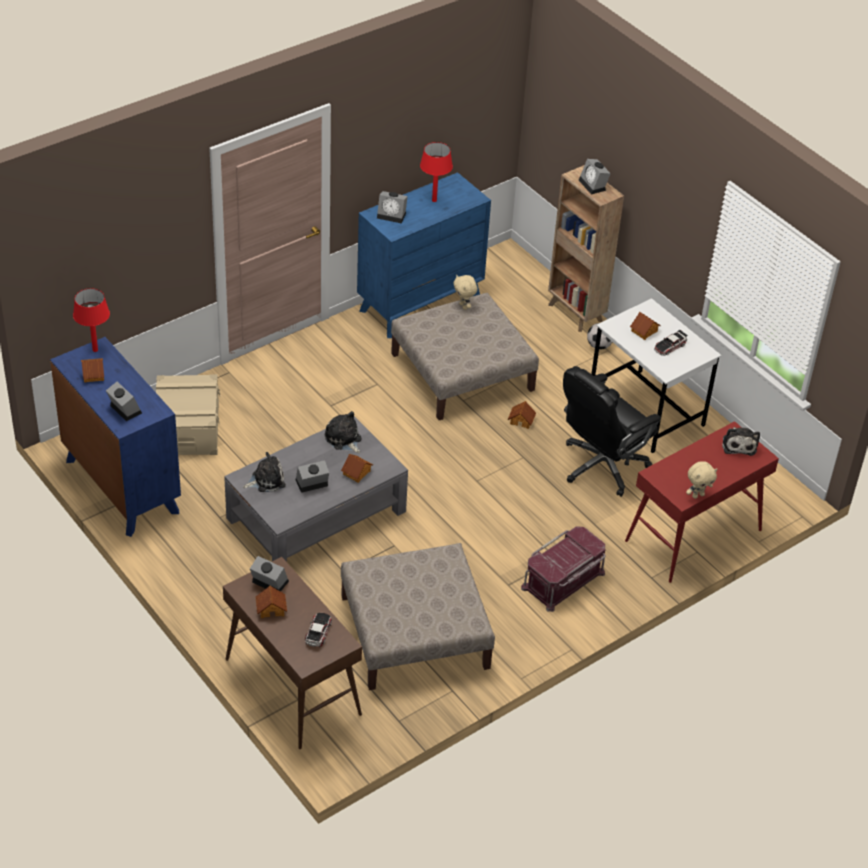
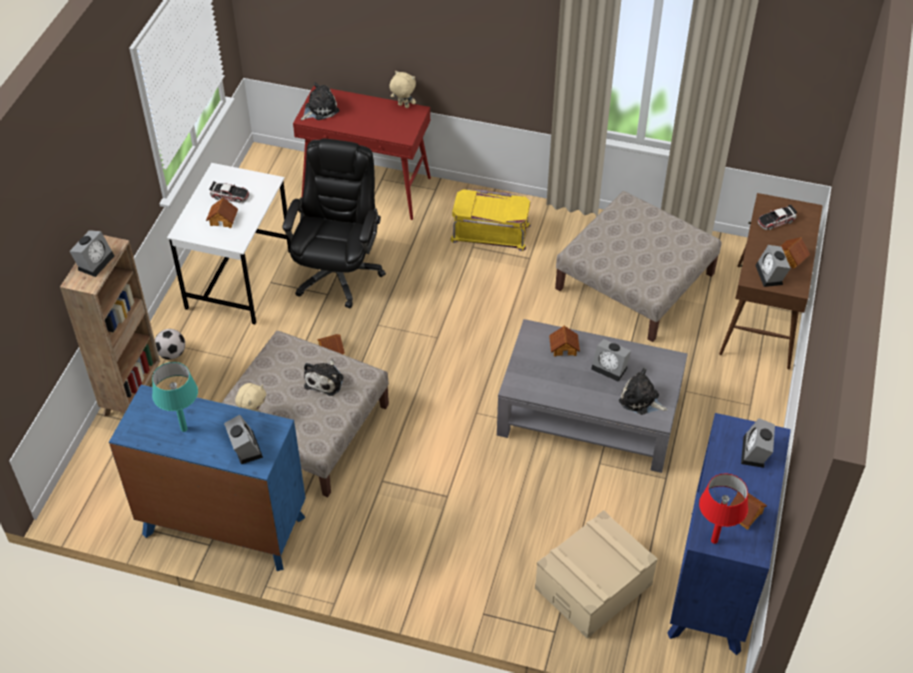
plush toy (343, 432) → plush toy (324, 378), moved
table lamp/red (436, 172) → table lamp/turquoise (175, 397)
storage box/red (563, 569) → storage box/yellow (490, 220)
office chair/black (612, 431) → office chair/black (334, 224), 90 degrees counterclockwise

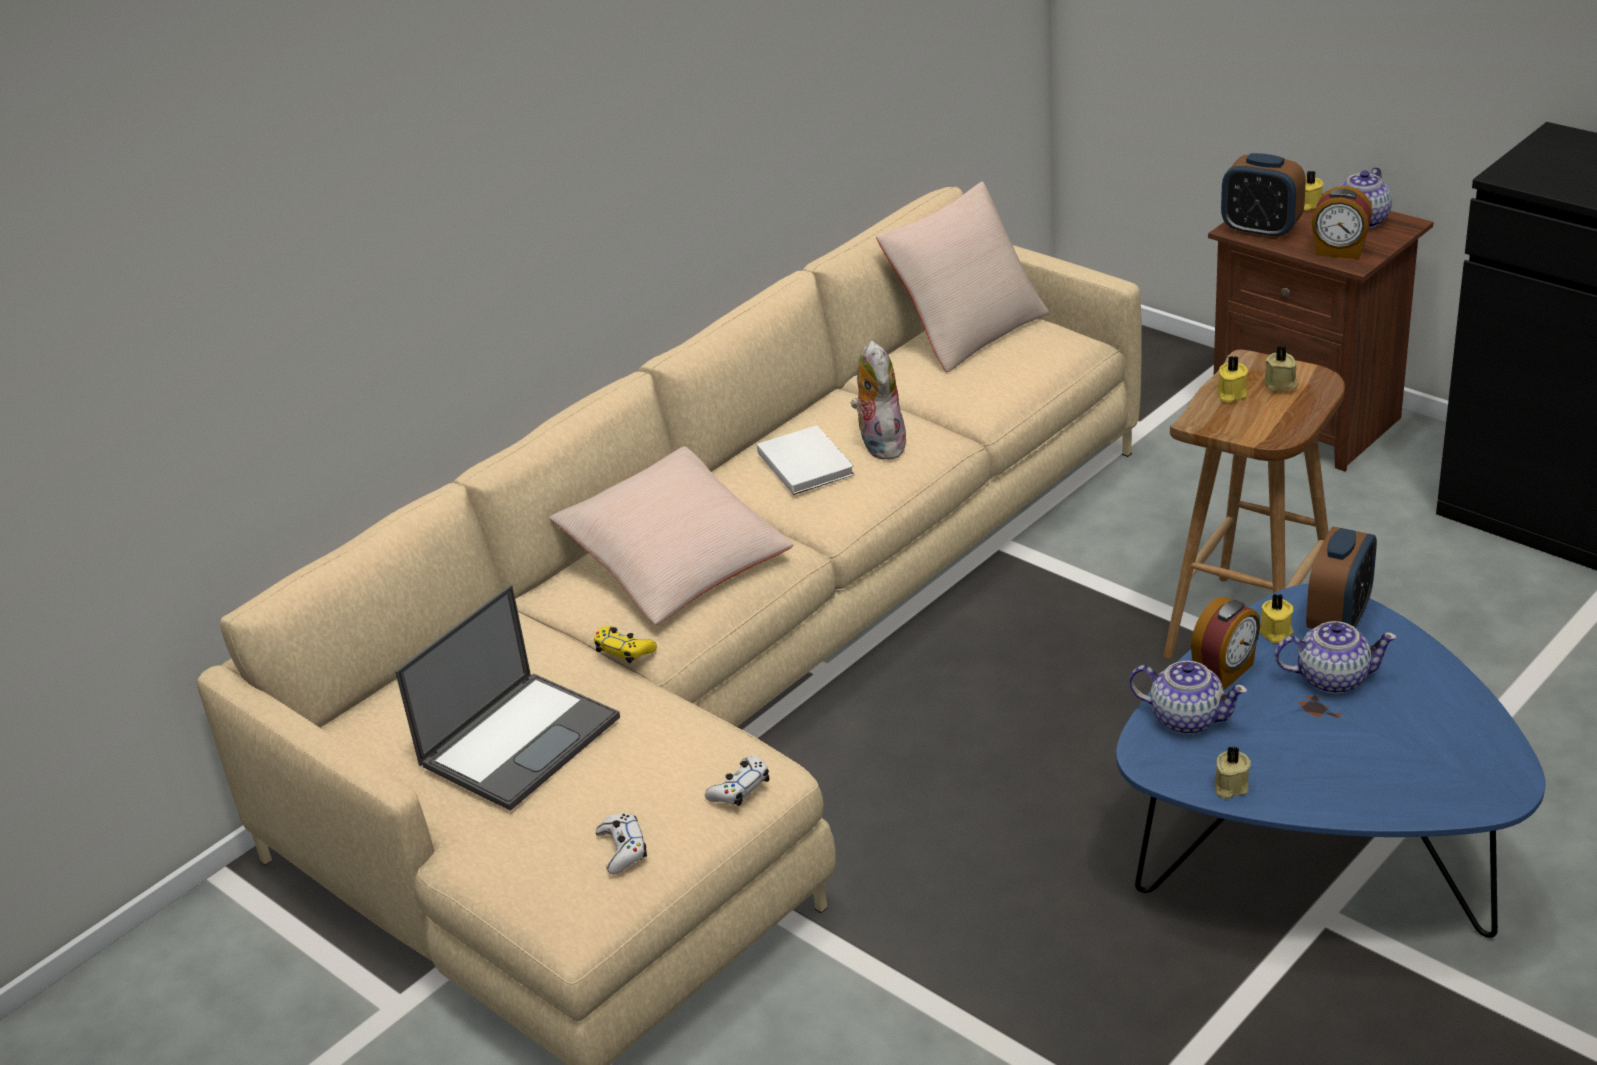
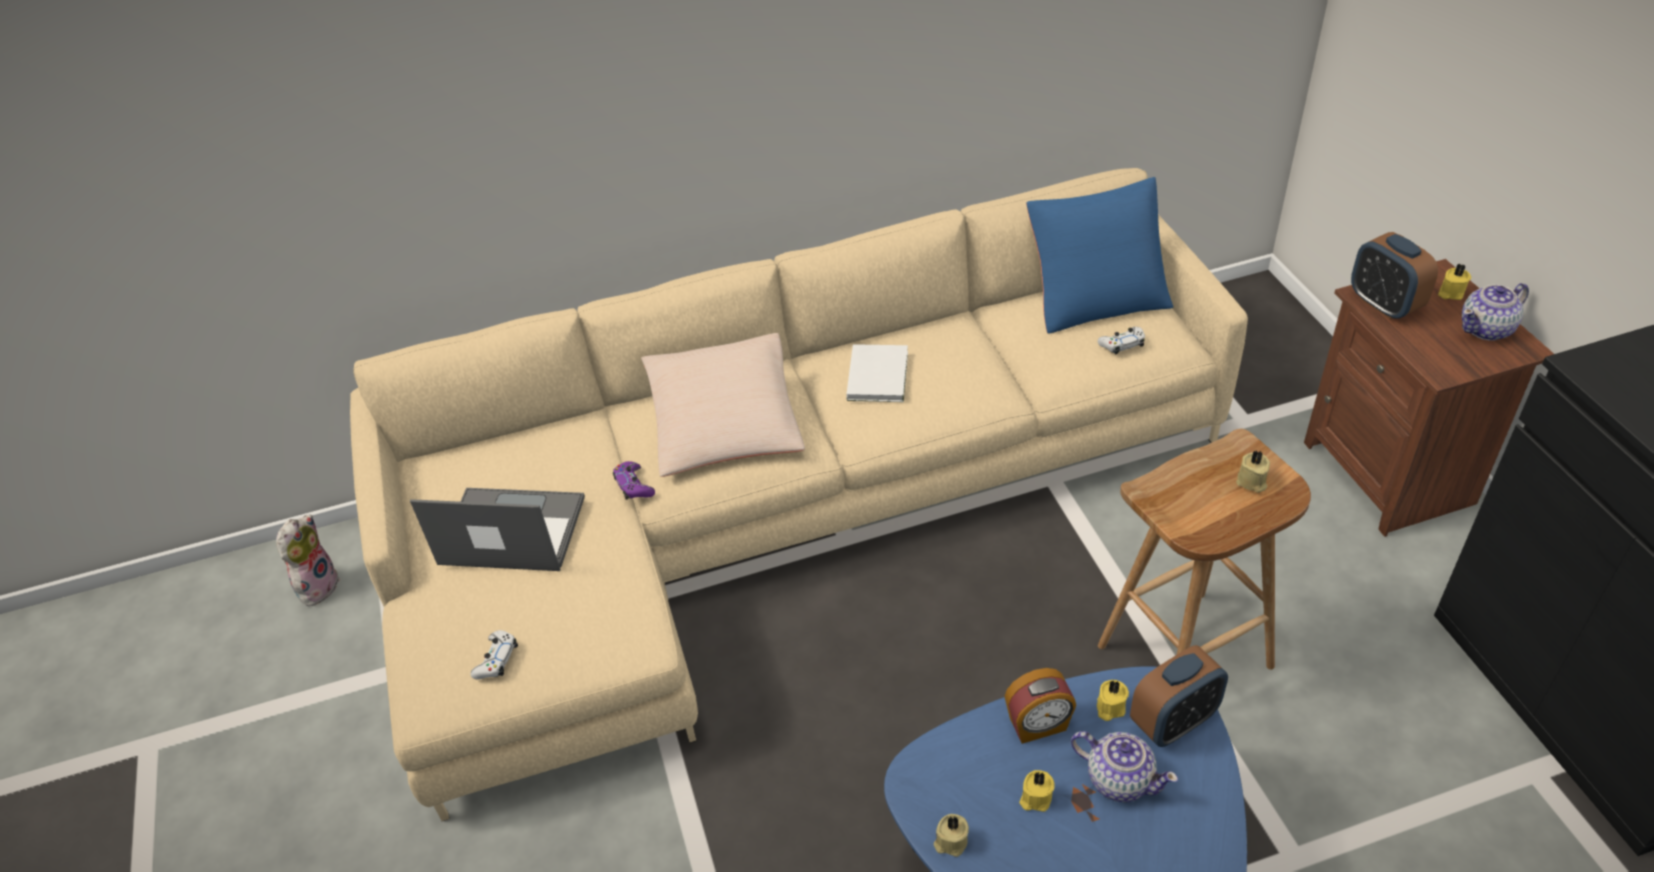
teapot (1188, 697) → -
alarm clock (1342, 222) → -
game controller/white (737, 781) → game controller/white (1121, 341), moved
plush toy (878, 400) → plush toy (308, 560), moved
candle/yellow (1232, 379) → candle/yellow (1037, 791), moved
game controller/yellow (625, 644) → game controller/purple (634, 480)
pillow/beige (962, 276) → pillow/blue (1099, 255)
laptop (507, 698) → laptop (497, 529), 150 degrees counterclockwise

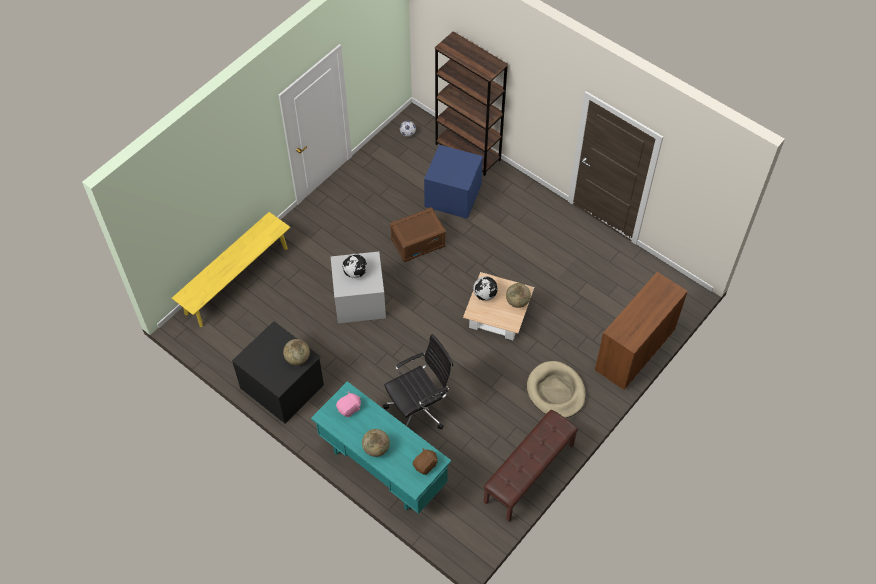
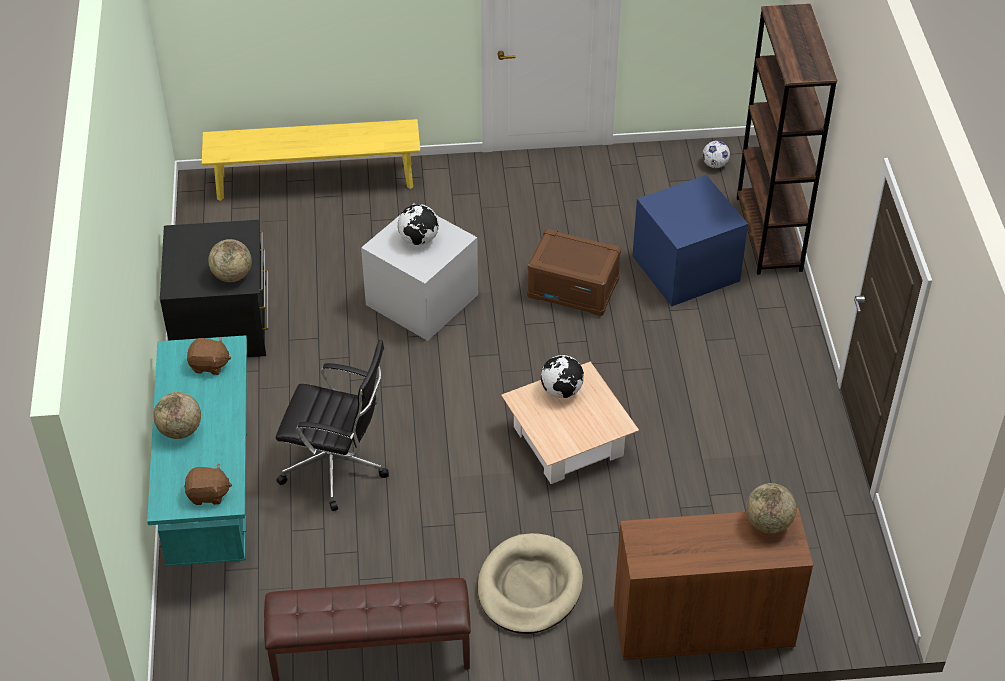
globe (518, 295) → globe (771, 508), moved
plush toy/pink (348, 404) → plush toy/brown (209, 356)

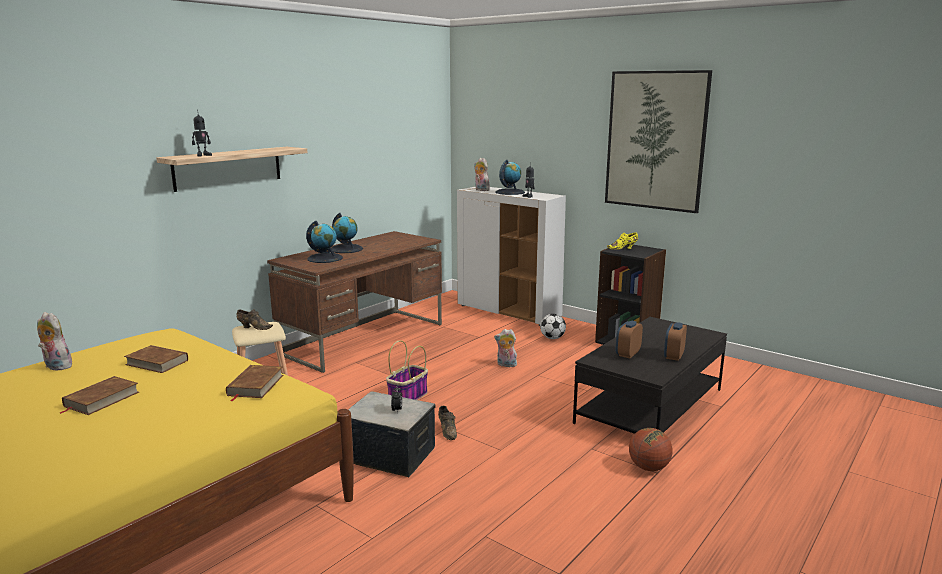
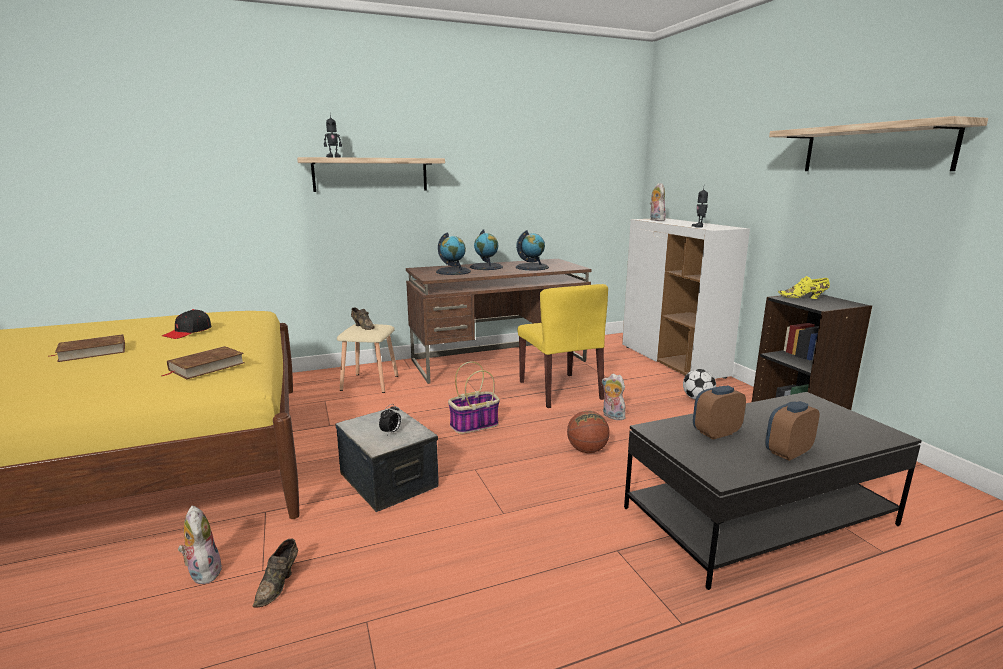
- → chair/yellow (563, 346)
plush toy (54, 341) → plush toy (200, 544), moved
shoe/brown (447, 423) → shoe/brown (275, 573), moved
globe (510, 177) → globe (532, 250), moved
basketball (651, 449) → basketball (588, 432), moved
book/brown (156, 359) → cap/black (187, 324)
picture (658, 141) → shelf (878, 143)

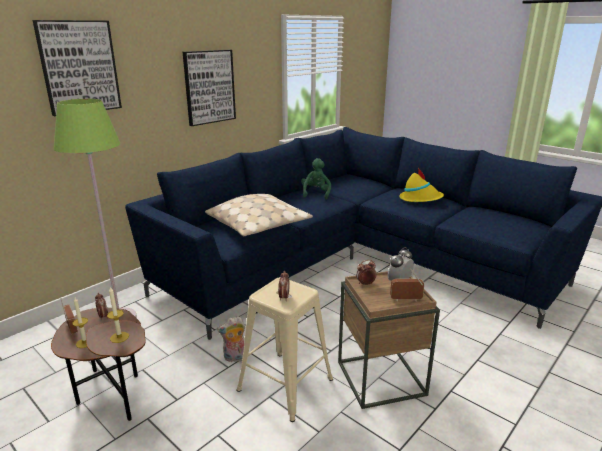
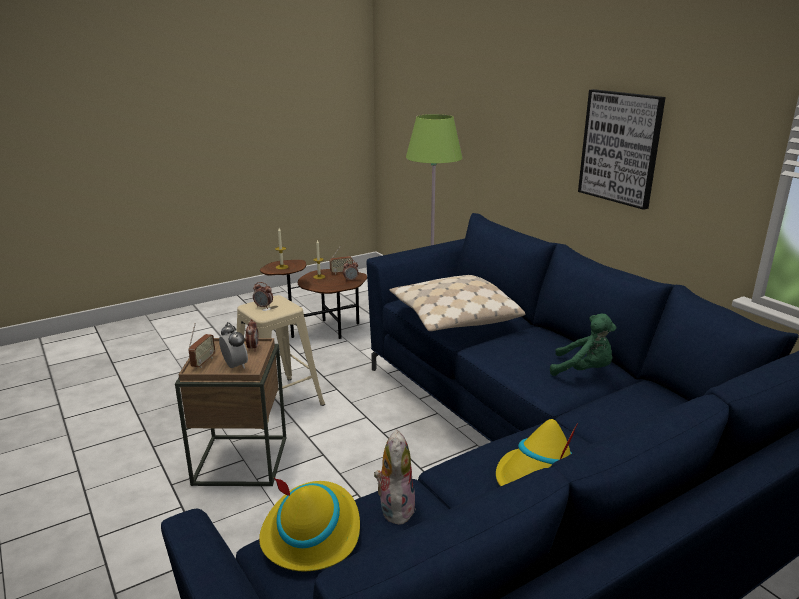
picture (77, 68) → -
- → hat/yellow (309, 524)
plush toy (233, 339) → plush toy (395, 477), moved

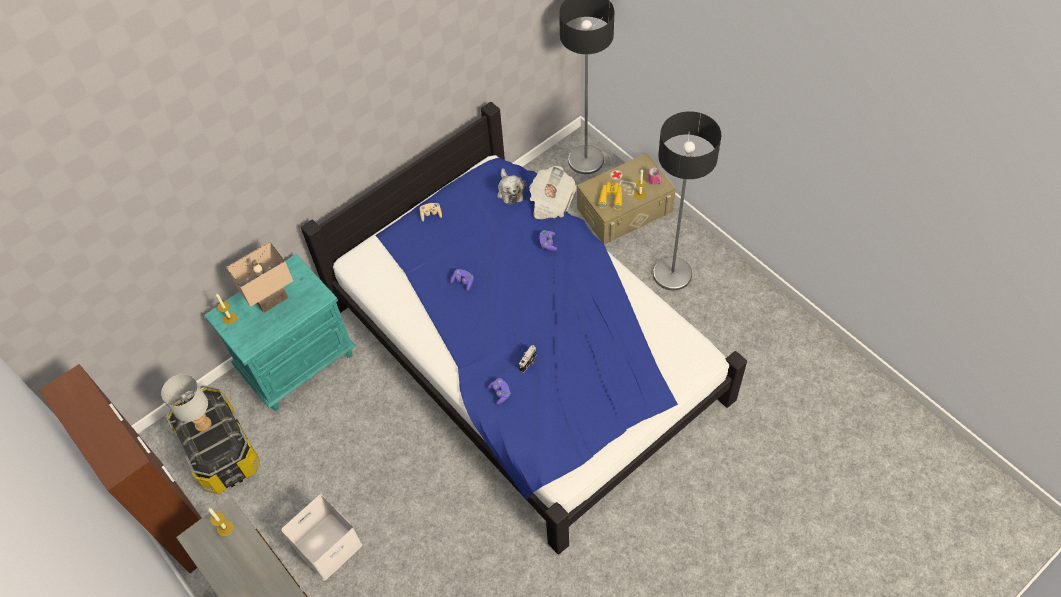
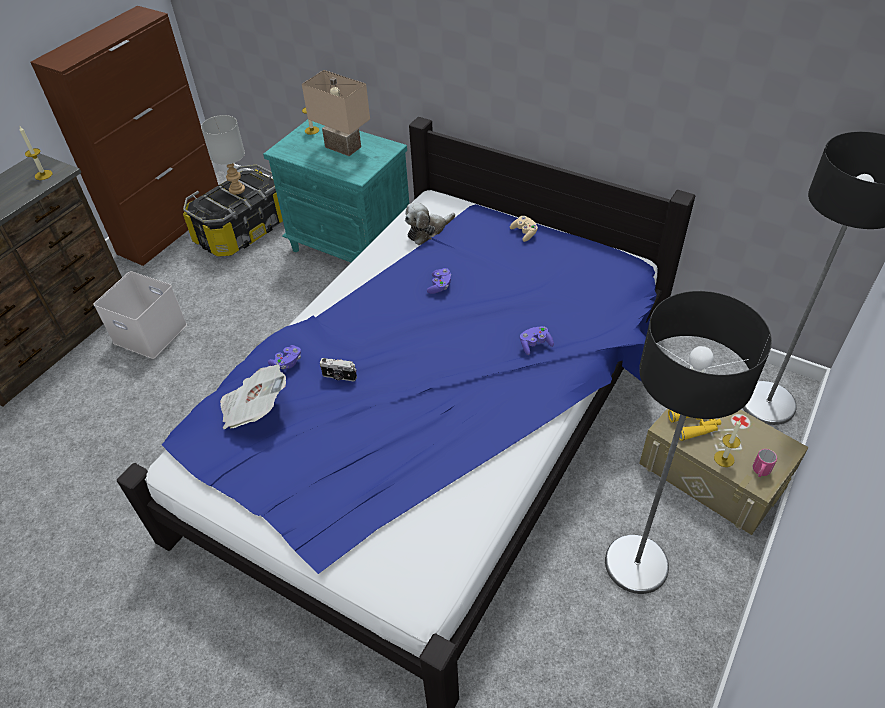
plush toy (511, 186) → plush toy (430, 223), moved
newspaper (552, 192) → newspaper (253, 397), moved

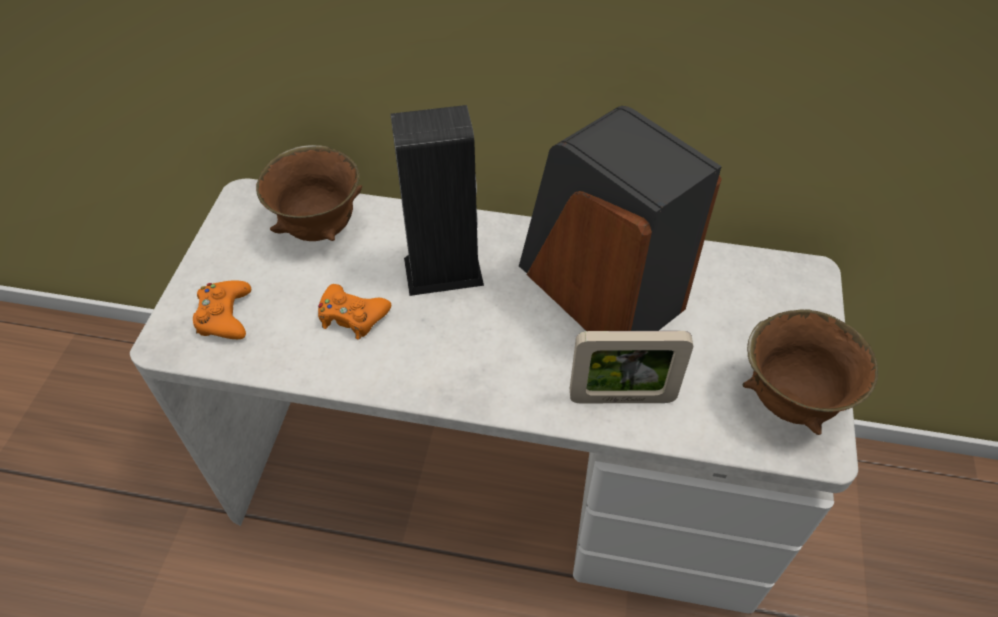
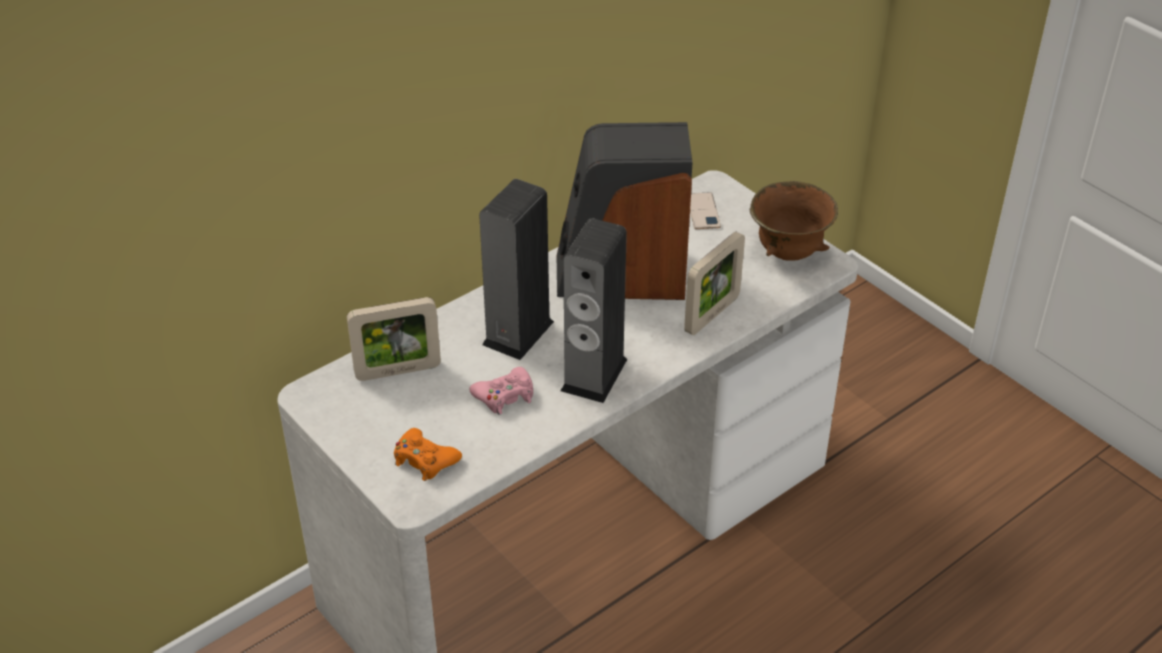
- → speaker (594, 310)
- → phone (705, 210)
bowl/brown (309, 193) → picture frame (394, 339)
game controller/orange (354, 312) → game controller/pink (501, 391)

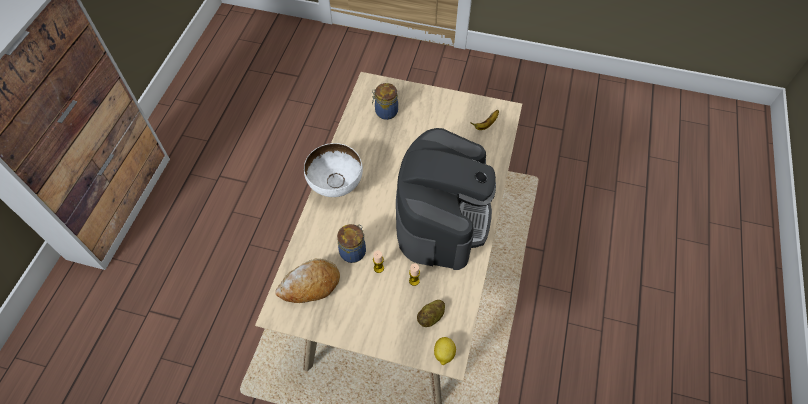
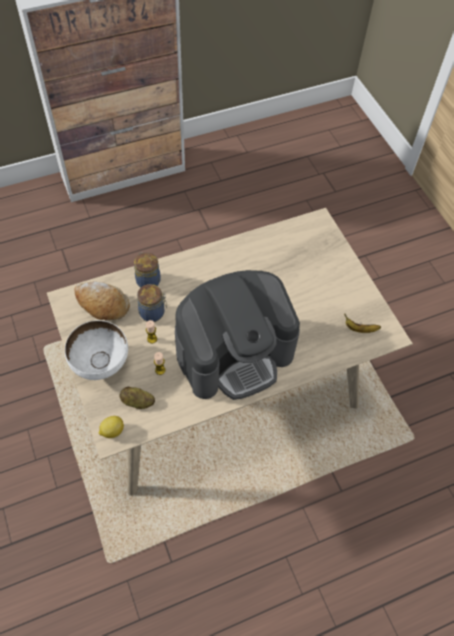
bowl/white (333, 170) → bowl/white (96, 350), moved
jar (385, 101) → jar (147, 270), moved

